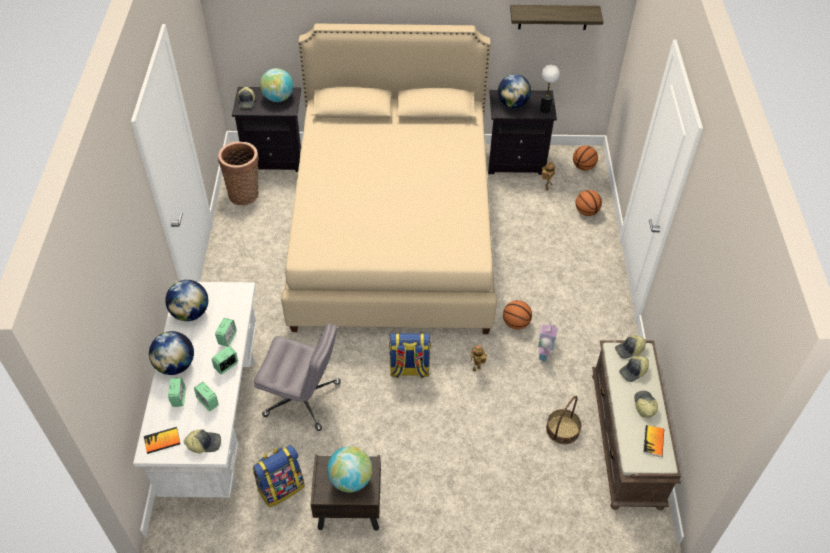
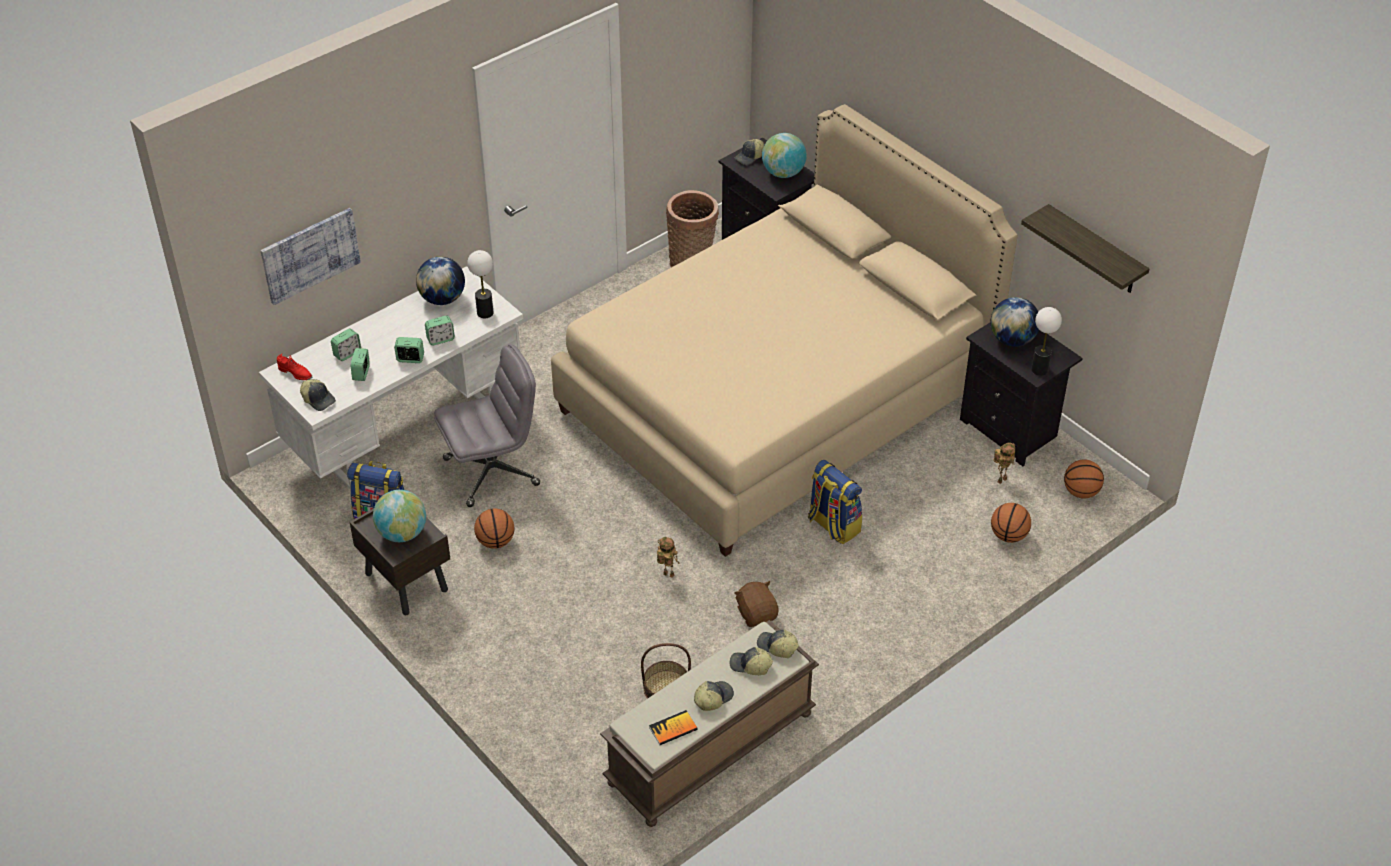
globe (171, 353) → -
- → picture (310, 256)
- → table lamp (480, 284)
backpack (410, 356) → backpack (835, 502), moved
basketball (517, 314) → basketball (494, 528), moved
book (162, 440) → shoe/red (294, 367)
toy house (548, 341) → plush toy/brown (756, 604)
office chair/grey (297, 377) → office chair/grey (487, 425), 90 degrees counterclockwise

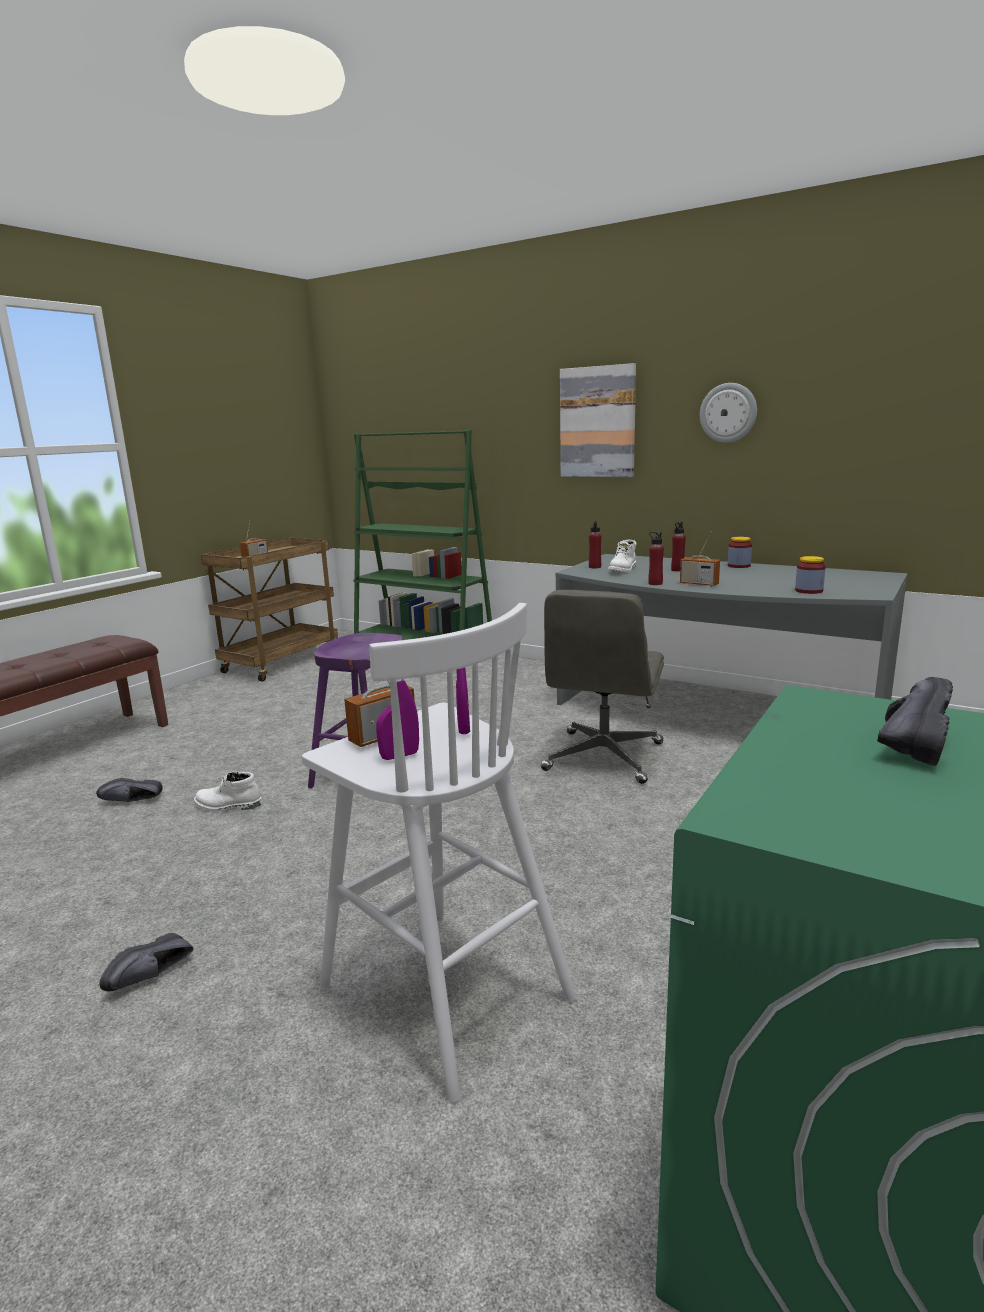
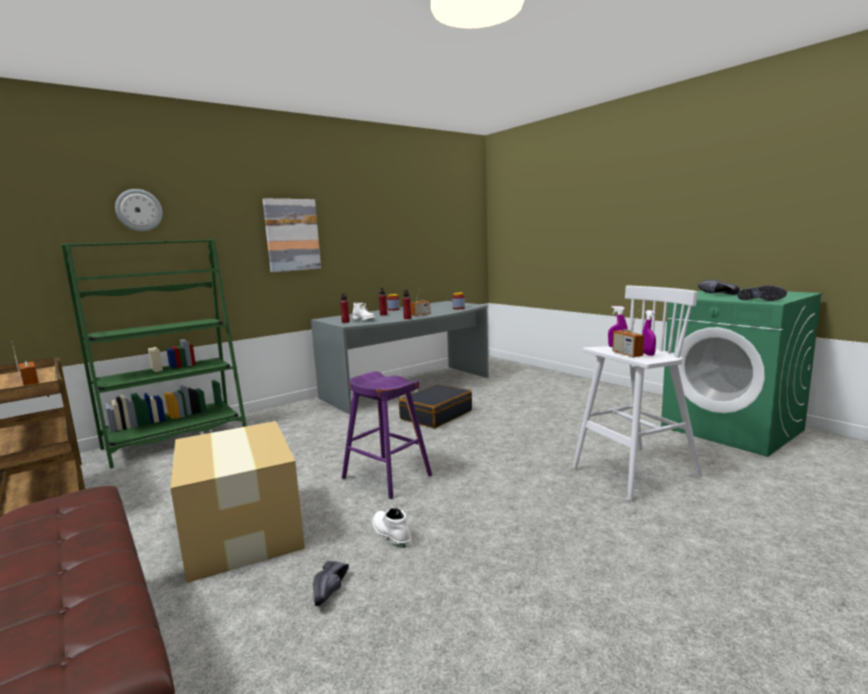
- → cardboard box (237, 502)
shoe/black (146, 962) → shoe/black (762, 293), moved
wall clock (728, 413) → wall clock (138, 210), moved
office chair/grey (602, 687) → suitcase/black (435, 406)
boot/white (228, 791) → boot/white (392, 527), 120 degrees clockwise

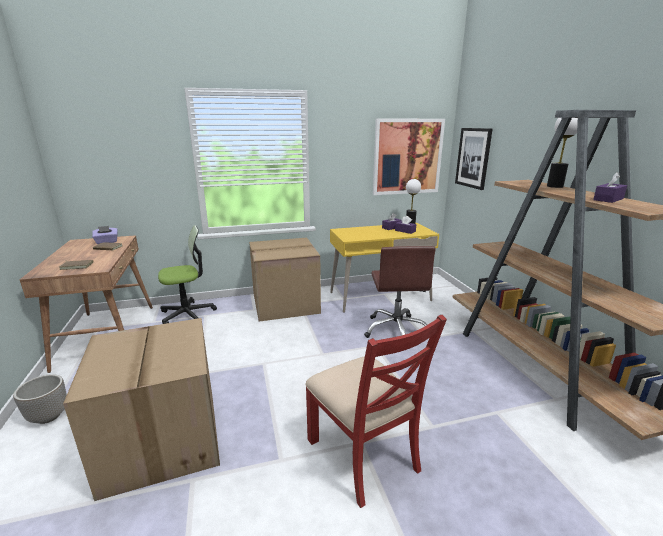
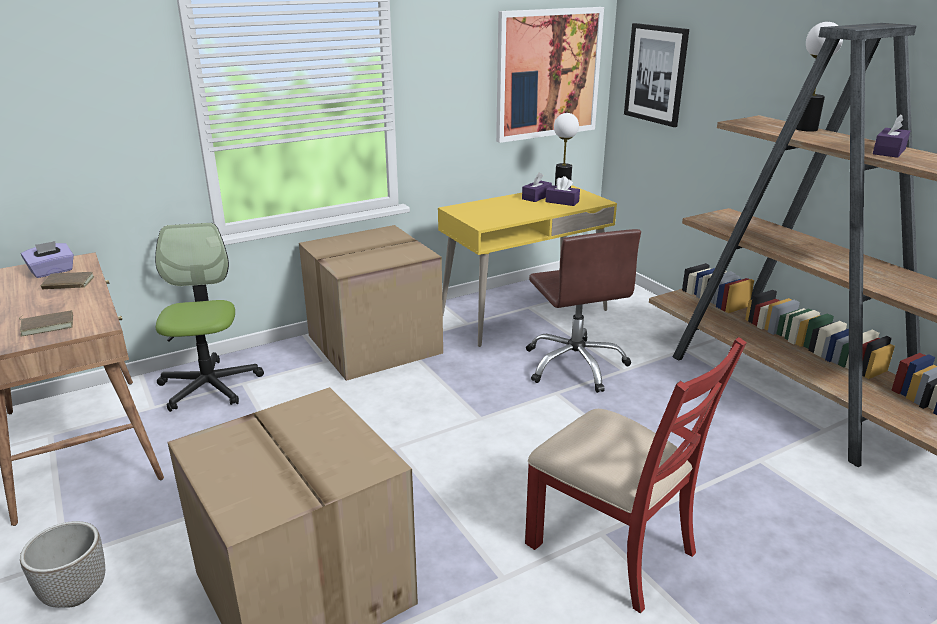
office chair (187, 274) → office chair (209, 317), 60 degrees counterclockwise

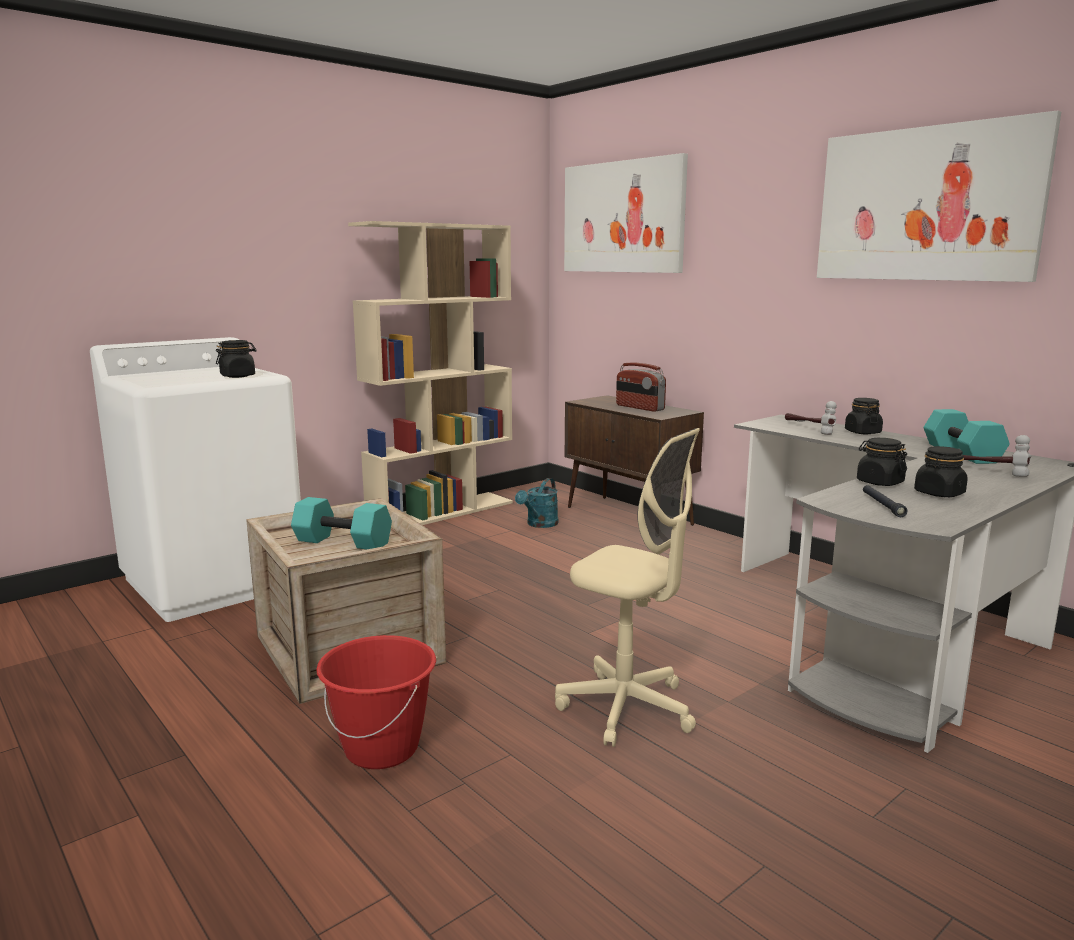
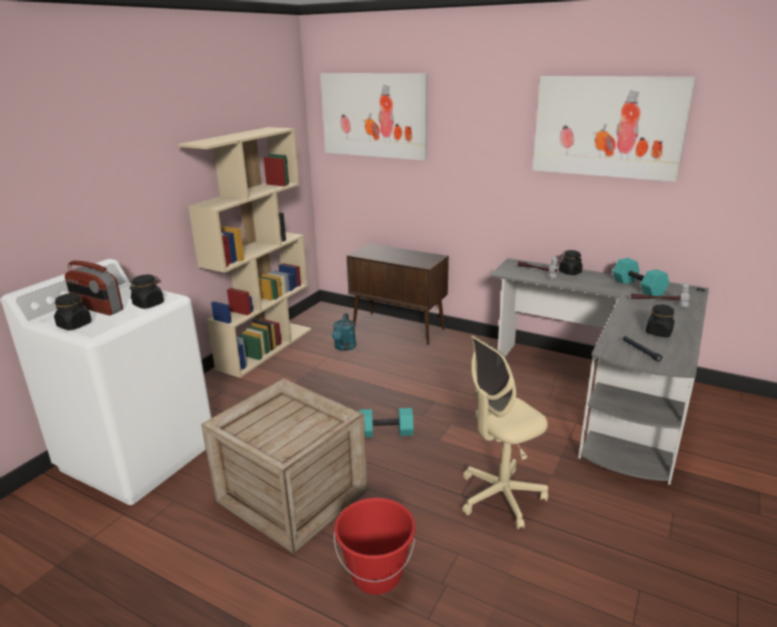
dumbbell/turquoise (341, 523) → dumbbell/turquoise (386, 422), moved
radio (641, 387) → radio (94, 288), moved
jar/black (882, 462) → jar/black (73, 311), moved
office chair/beige (627, 587) → office chair/beige (505, 432), 135 degrees clockwise

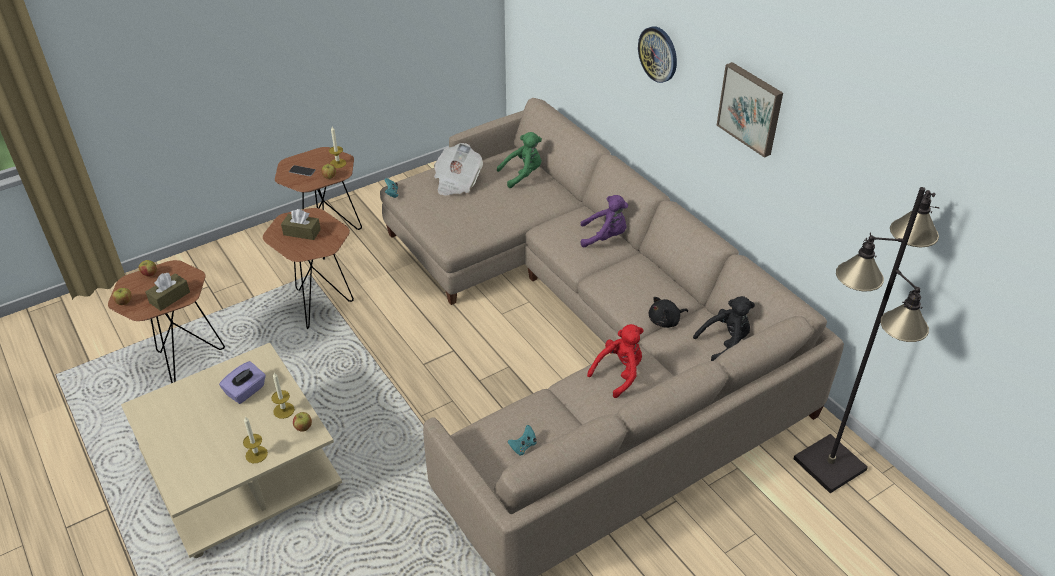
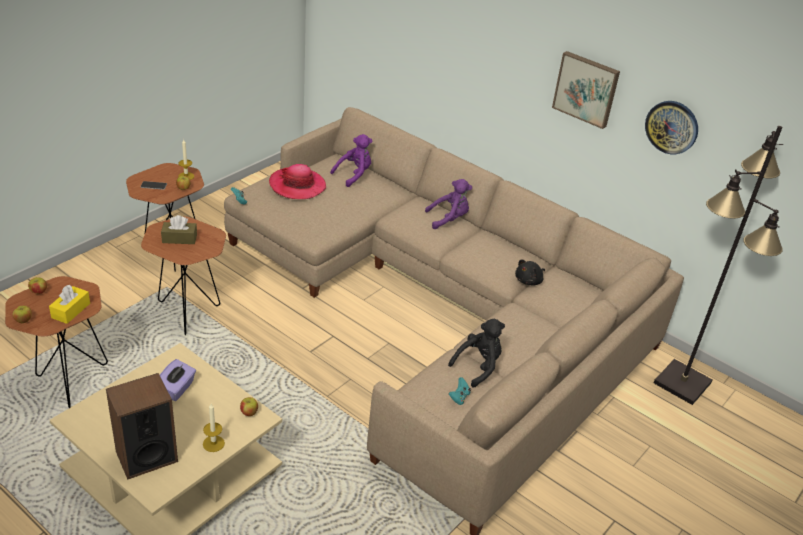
candle (283, 396) → -
plush toy/red (615, 361) → -
- → speaker (142, 426)
wall clock (657, 54) → wall clock (671, 127), moved
plush toy/black (724, 328) → plush toy/black (476, 353), moved
newspaper (458, 169) → hat (297, 181)
tissue box/brown (168, 292) → tissue box/yellow (69, 304)
plush toy/green (519, 160) → plush toy/purple (351, 160)

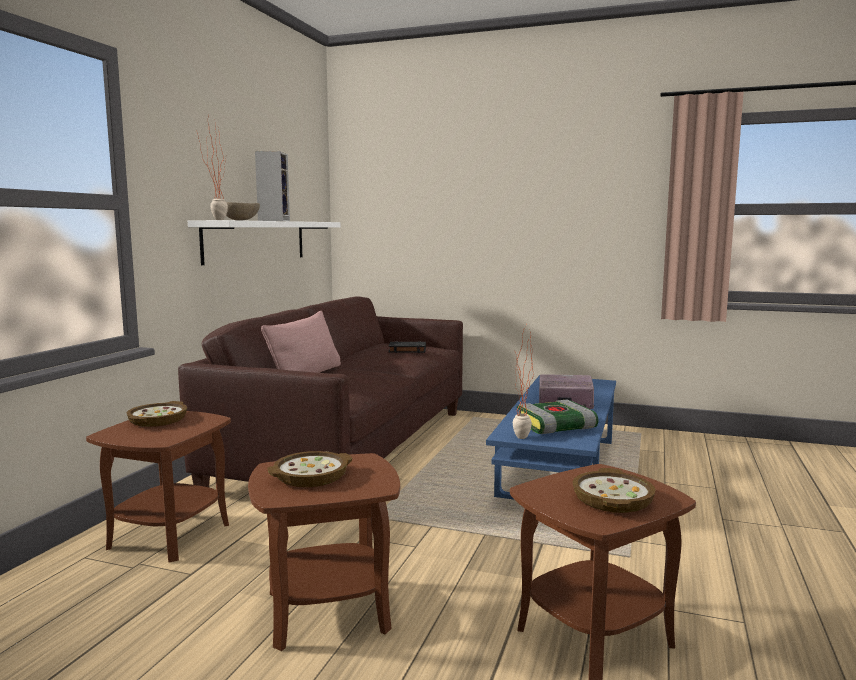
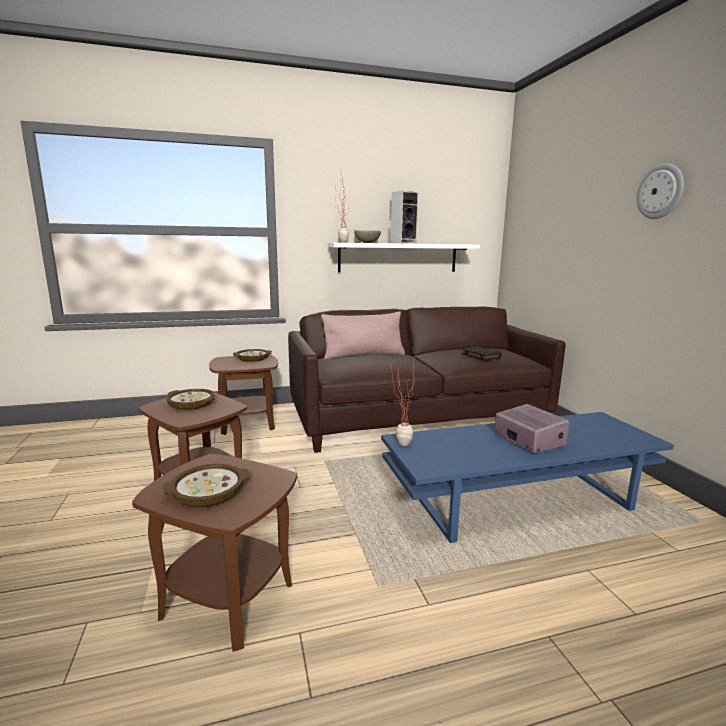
book (557, 417) → -
- → wall clock (660, 191)

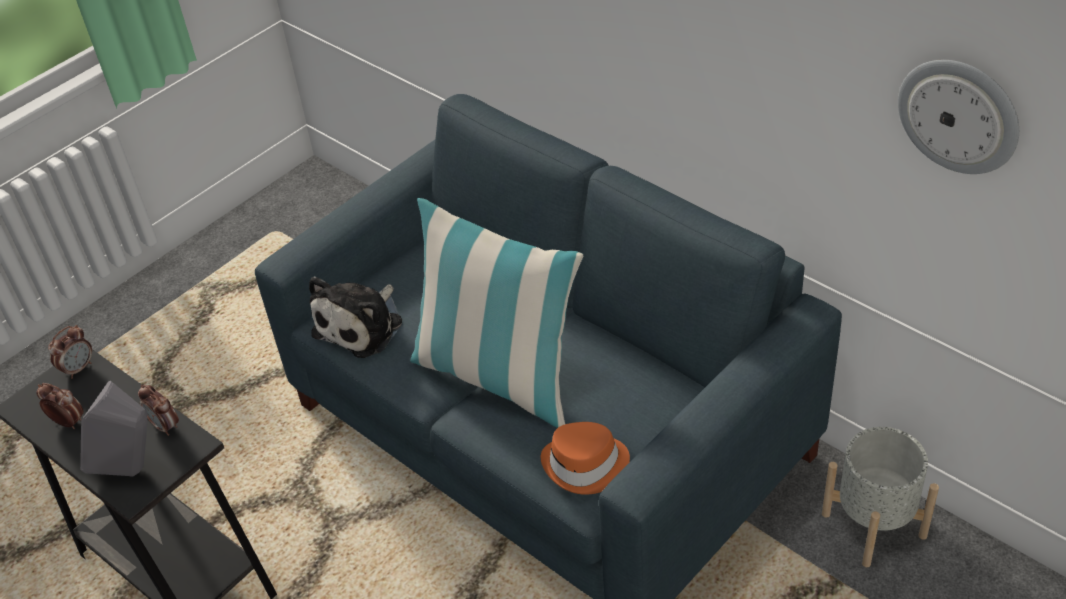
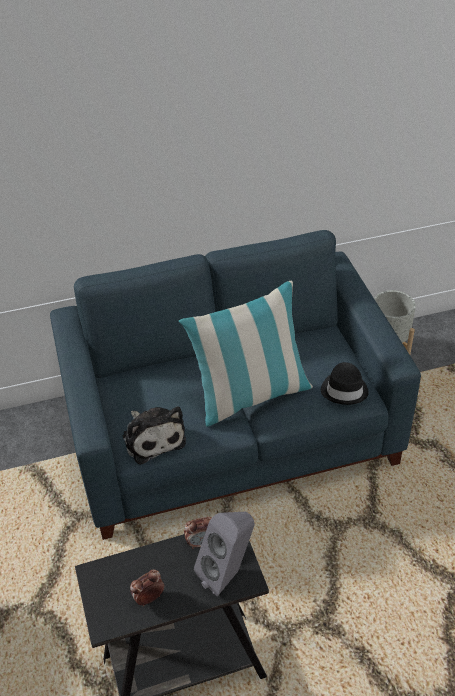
alarm clock (70, 352) → -
wall clock (958, 117) → -
hat/orange (585, 458) → hat/black (345, 383)

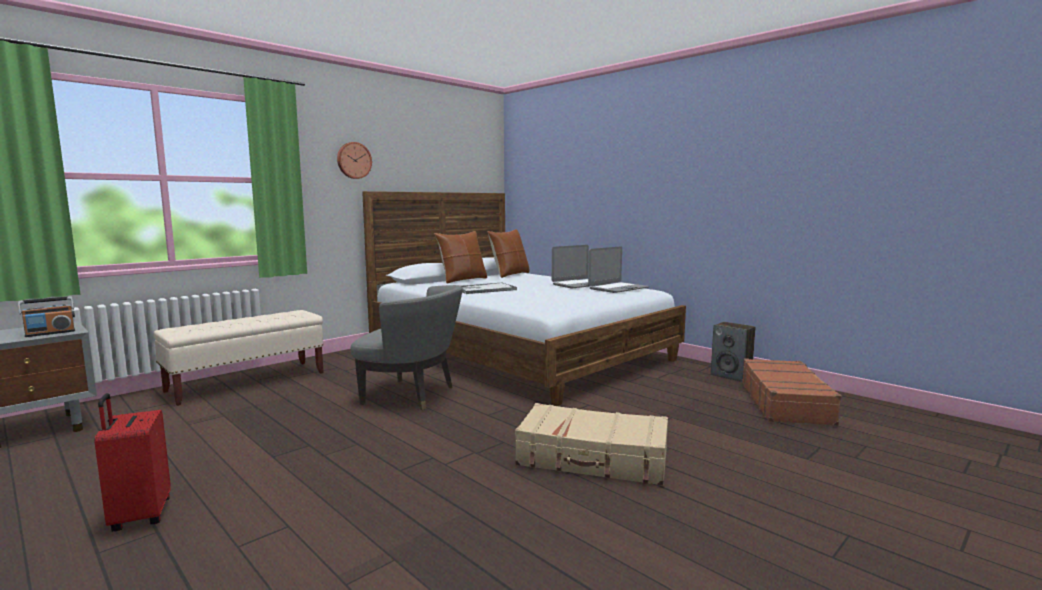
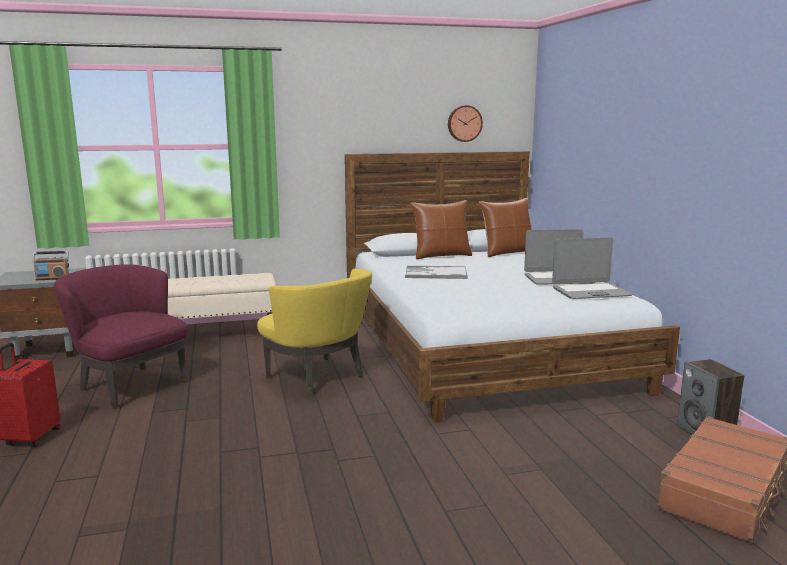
suitcase/beige (591, 444) → -
- → armchair/purple (121, 336)
wall clock (354, 160) → wall clock (465, 123), moved
armchair/grey (407, 347) → armchair/yellow (314, 332)

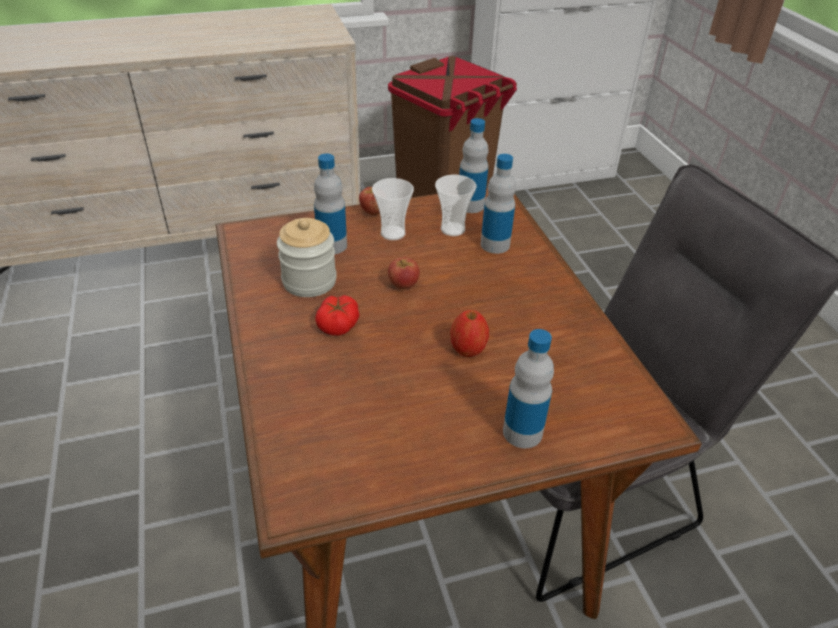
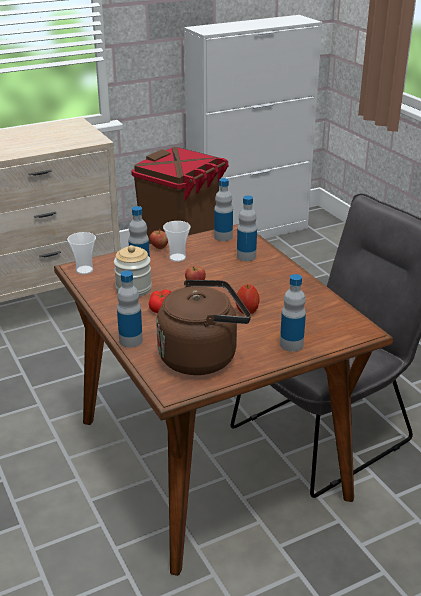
- → bottle (130, 309)
- → kettle/brown (203, 327)
cup (456, 205) → cup (81, 253), moved

